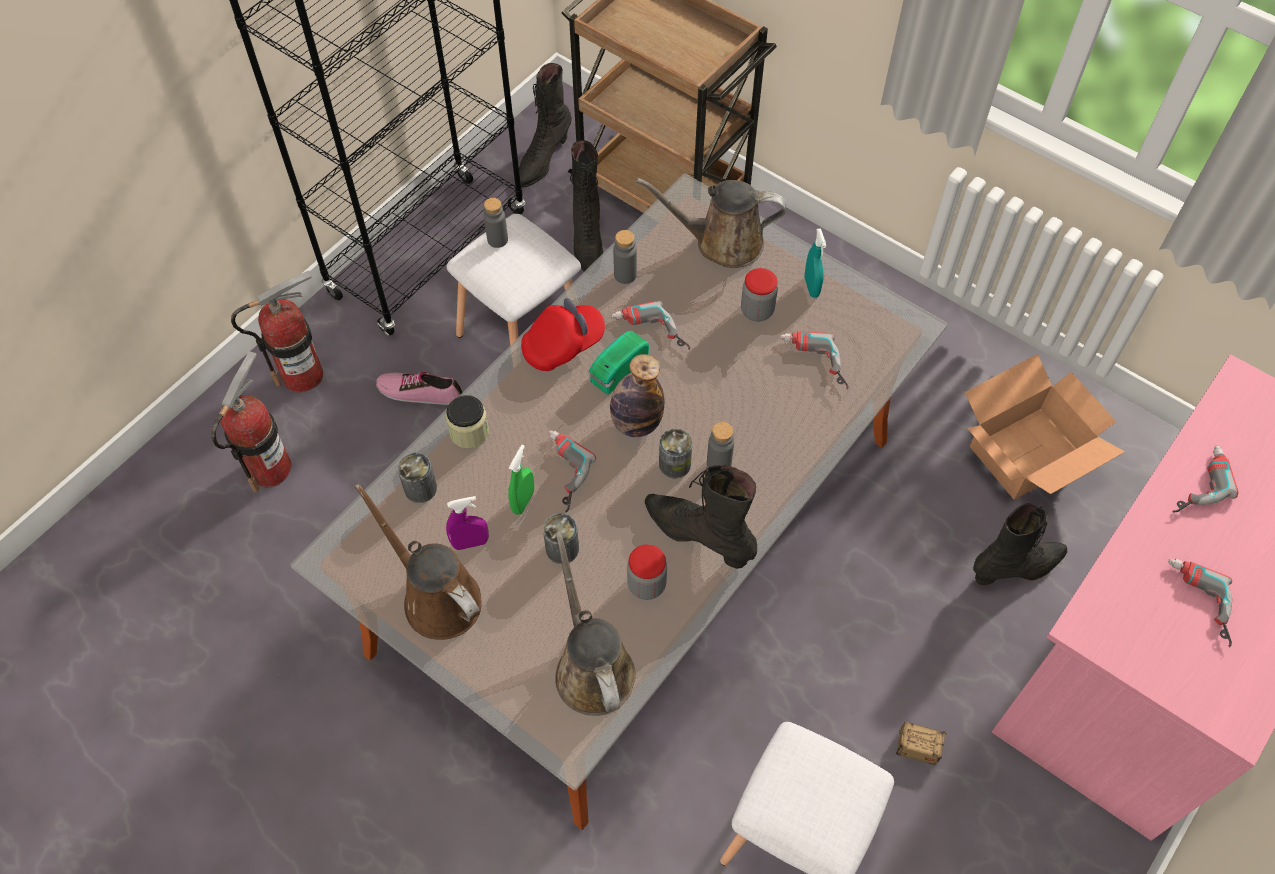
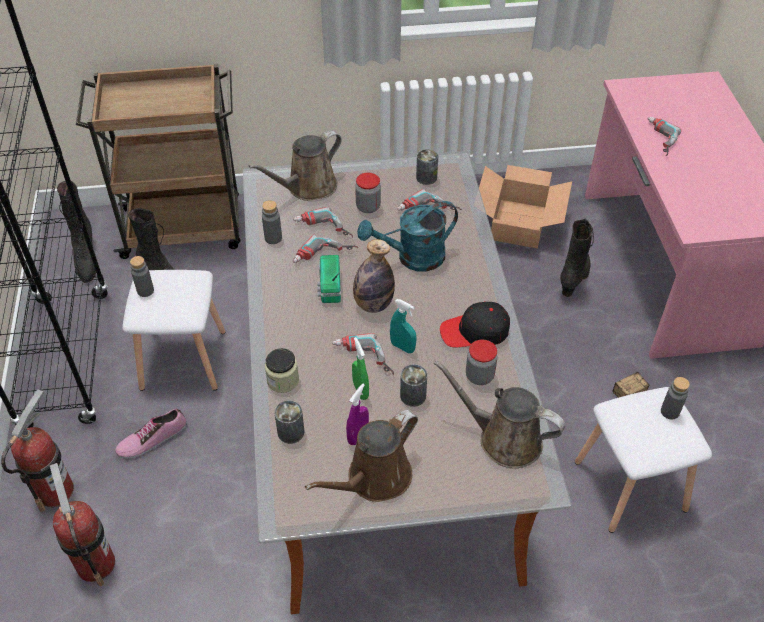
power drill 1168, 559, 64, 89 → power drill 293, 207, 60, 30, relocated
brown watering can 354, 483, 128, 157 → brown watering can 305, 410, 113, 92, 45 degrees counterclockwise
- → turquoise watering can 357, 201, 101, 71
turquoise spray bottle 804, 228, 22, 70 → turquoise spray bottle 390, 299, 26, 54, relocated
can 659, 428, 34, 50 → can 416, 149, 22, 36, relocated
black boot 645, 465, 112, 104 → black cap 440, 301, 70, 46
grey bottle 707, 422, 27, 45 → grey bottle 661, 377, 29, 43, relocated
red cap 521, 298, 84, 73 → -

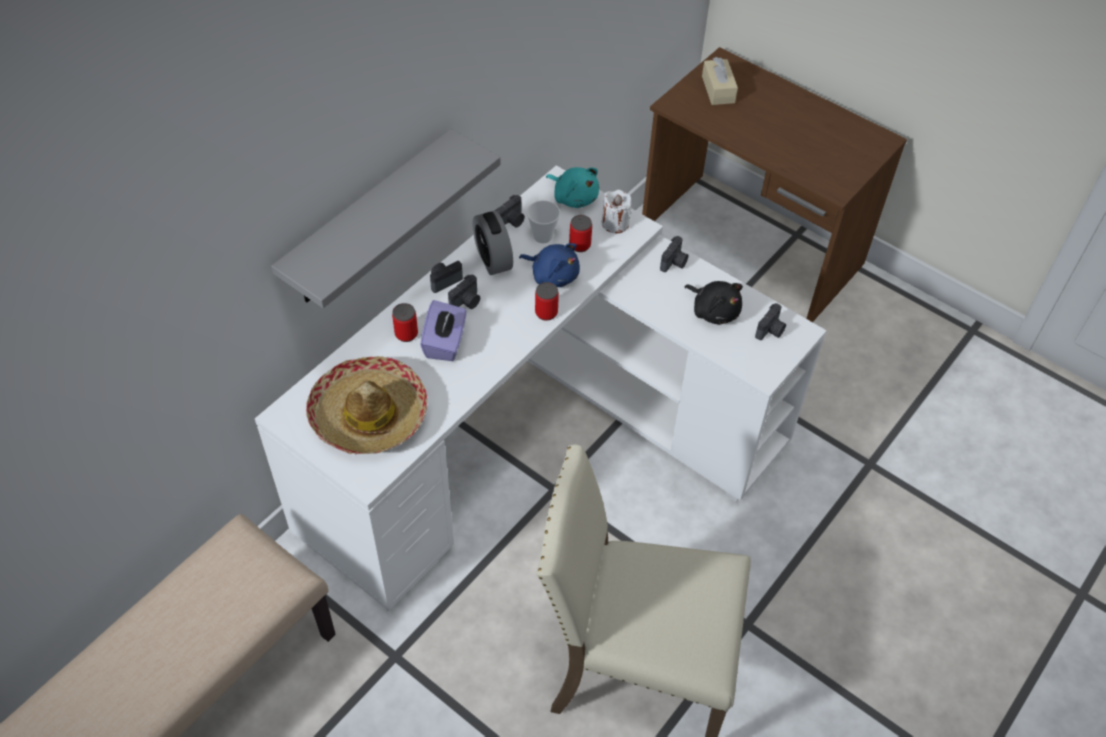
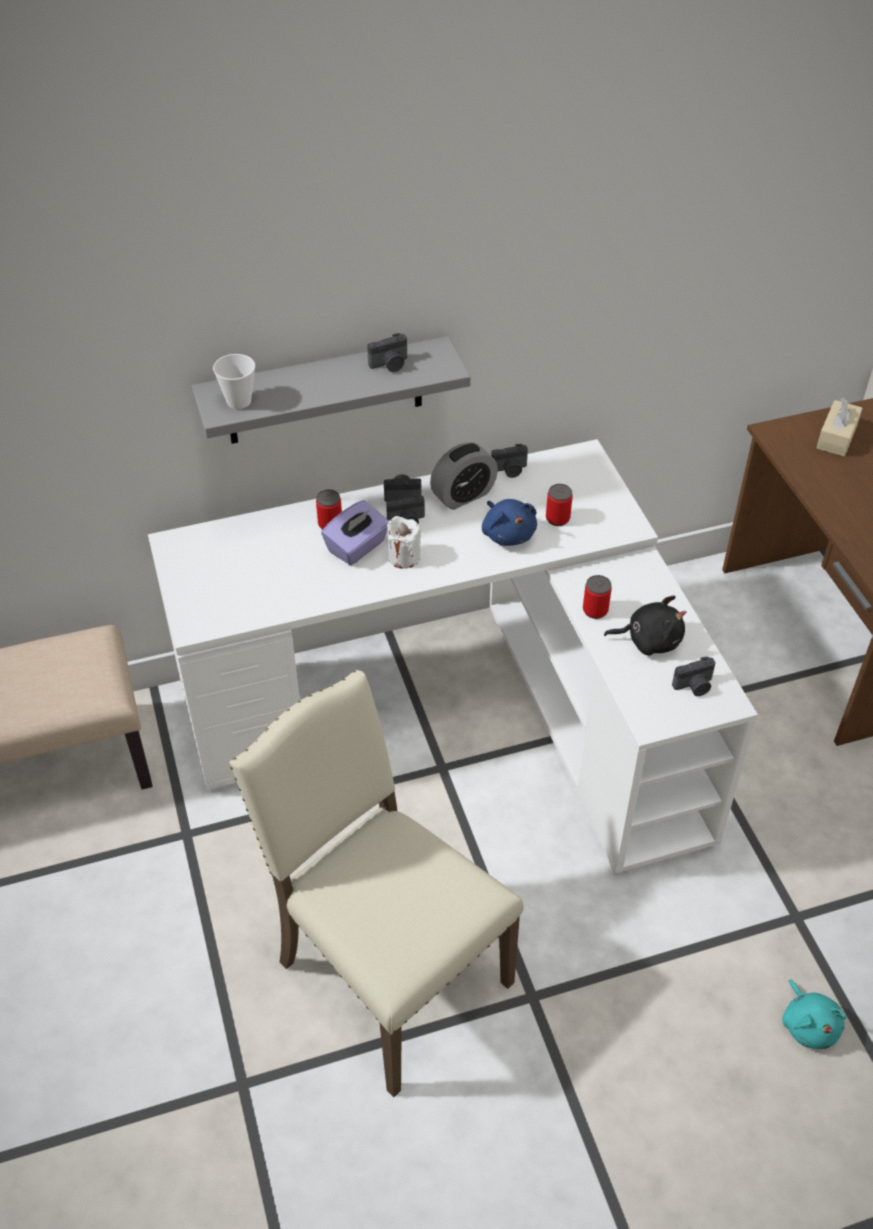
cup 527, 200, 33, 43 → cup 213, 354, 43, 55, relocated
photo camera 660, 236, 29, 36 → photo camera 367, 333, 40, 39, relocated
white candle 602, 190, 30, 43 → white candle 387, 516, 34, 53, relocated
alarm clock 472, 211, 41, 64 → alarm clock 430, 442, 68, 68, 135 degrees counterclockwise
can 535, 282, 24, 39 → can 583, 575, 29, 44, relocated
black plush toy 685, 281, 58, 44 → black plush toy 604, 595, 82, 61, 75 degrees counterclockwise
turquoise plush toy 546, 167, 53, 41 → turquoise plush toy 782, 979, 65, 70, relocated
hat 306, 356, 122, 98 → -

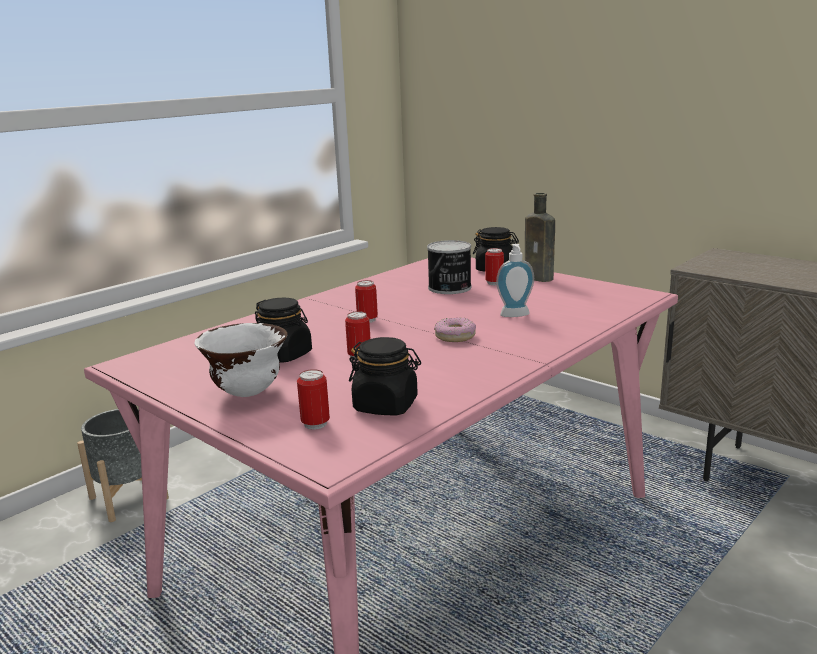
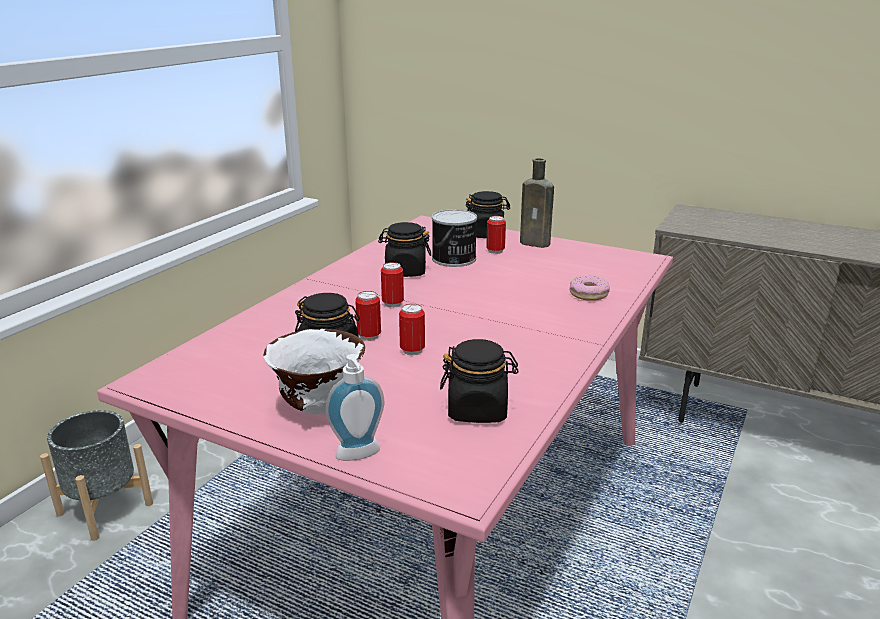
soap dispenser 496, 244, 38, 73 → soap dispenser 325, 354, 59, 107, relocated
can 297, 369, 33, 61 → can 355, 291, 26, 50, relocated
- → black jar 378, 222, 53, 55
donut 434, 317, 42, 25 → donut 569, 276, 41, 25, relocated

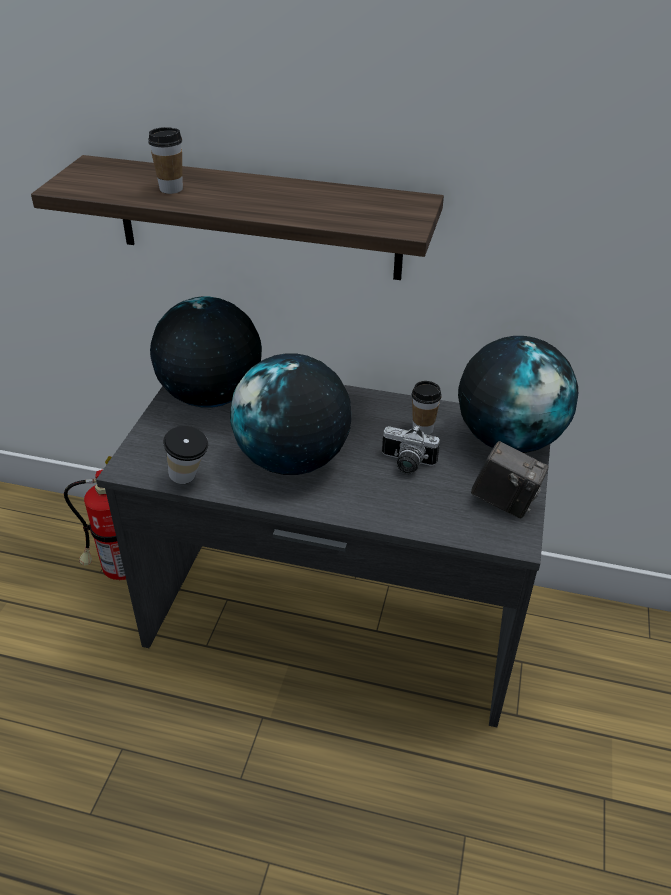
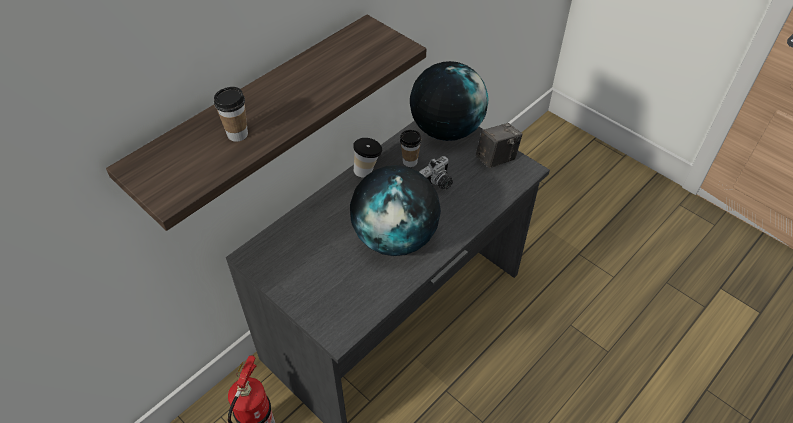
cup 163, 426, 45, 58 → cup 353, 138, 29, 40, relocated
globe 150, 297, 112, 111 → -

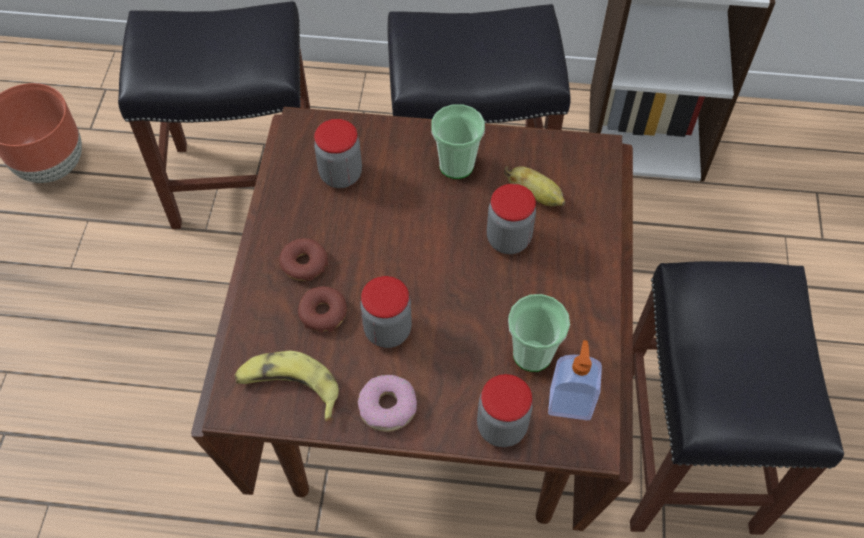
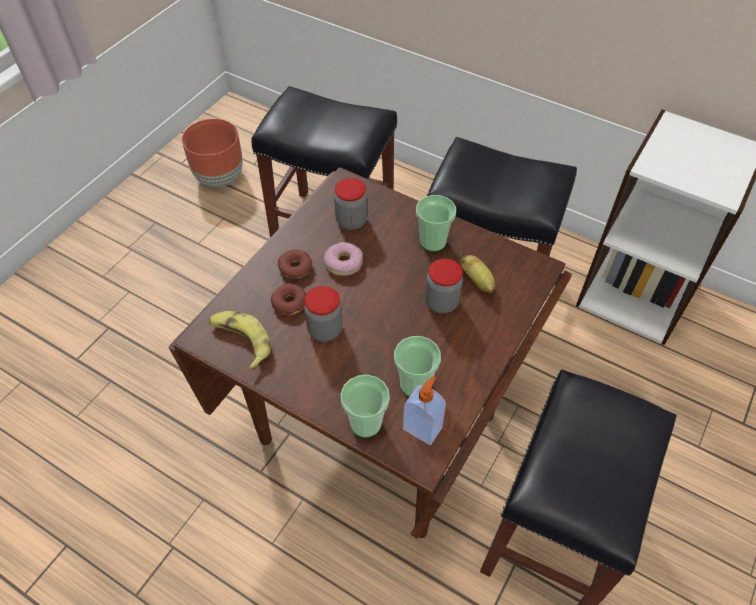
donut 358, 375, 59, 57 → donut 324, 242, 39, 34, relocated
jar 477, 374, 56, 73 → cup 341, 375, 49, 63

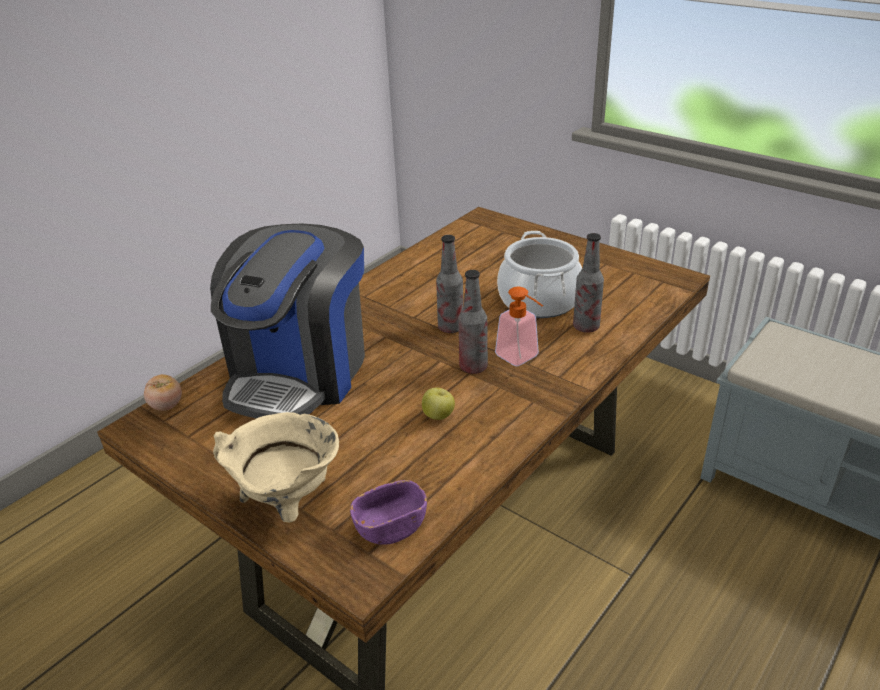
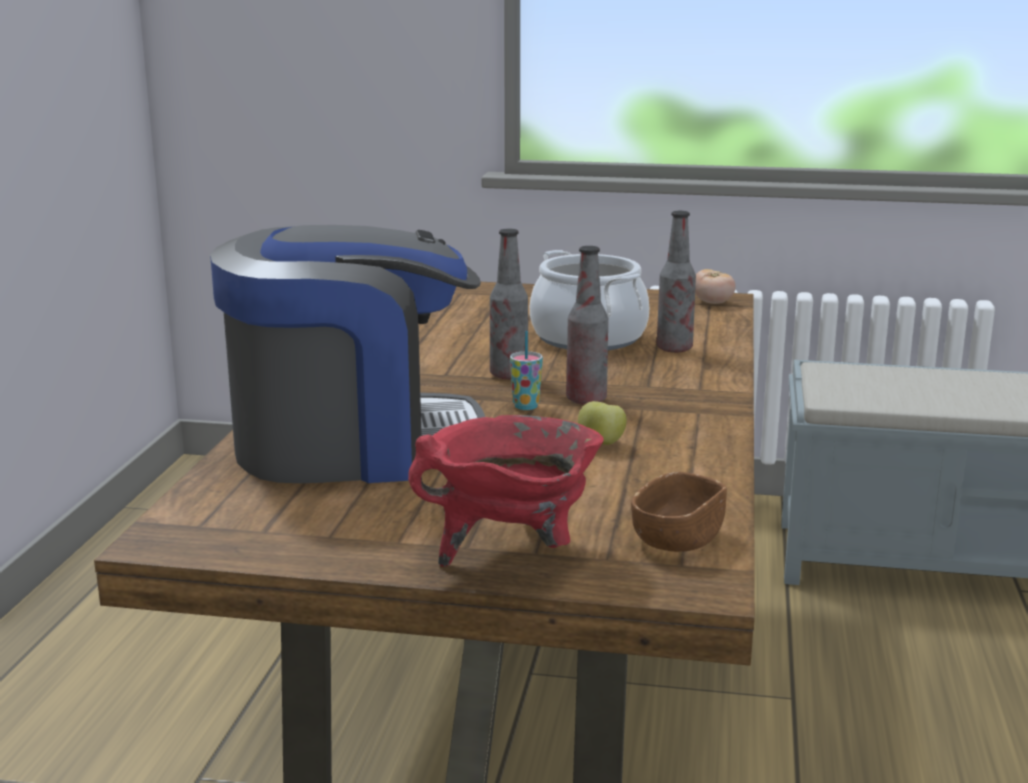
coffee machine 210, 223, 155, 196 → coffee machine 210, 225, 275, 258, 90 degrees counterclockwise
beige cooking pot 213, 412, 126, 111 → red cooking pot 408, 415, 196, 152
- → cup 510, 331, 33, 79
purple bowl 350, 480, 77, 65 → brown bowl 631, 472, 96, 80
tomato 144, 374, 38, 37 → tomato 695, 269, 41, 35, relocated
soap dispenser 495, 286, 48, 80 → -

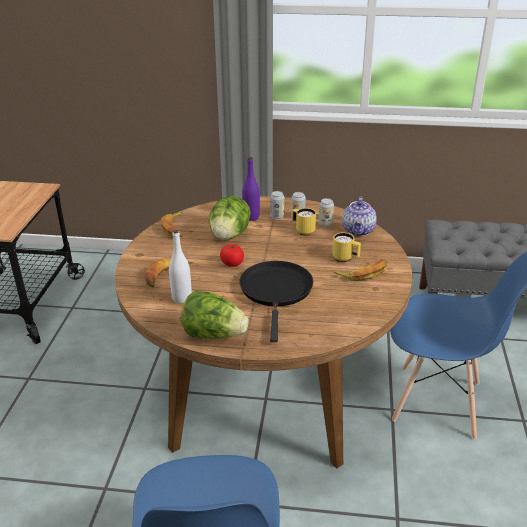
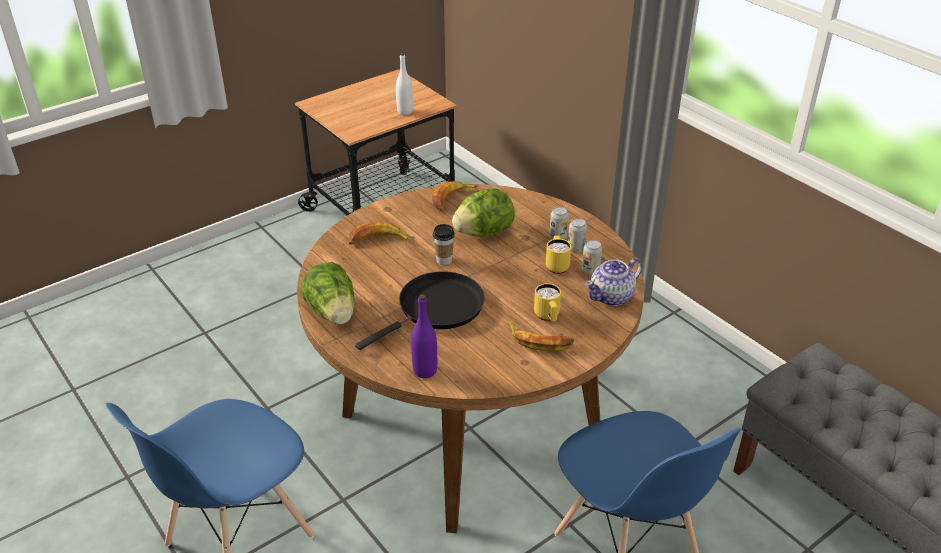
white bottle 169, 229, 23, 75 → white bottle 396, 53, 17, 62, relocated
purple bottle 242, 157, 18, 64 → purple bottle 411, 294, 26, 84, relocated
tomato 220, 244, 24, 23 → cup 433, 224, 22, 41

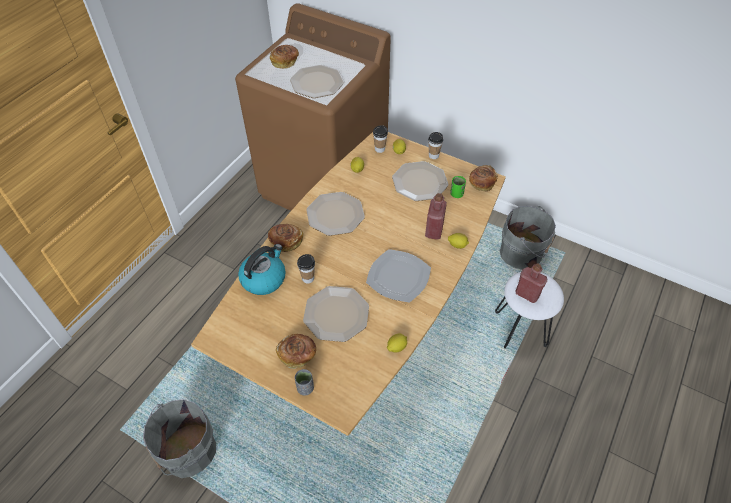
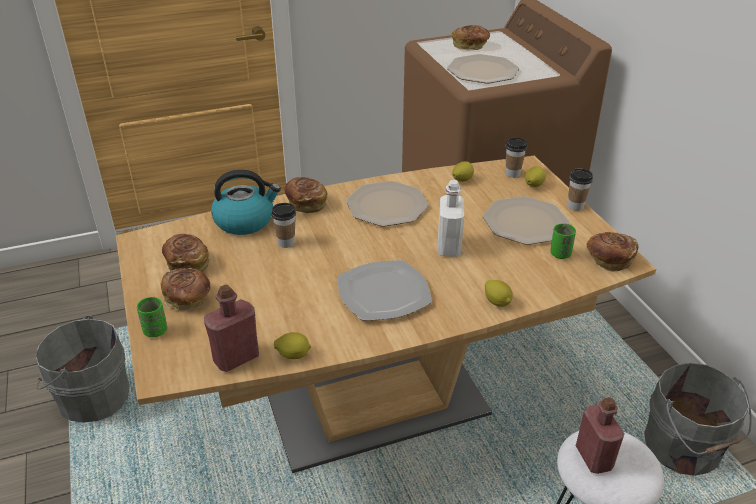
grey cup 295, 369, 19, 27 → green cup 137, 297, 30, 40
- → bread 162, 234, 47, 38
red bottle 425, 193, 22, 47 → red bottle 204, 285, 55, 87, relocated
- → white bottle 438, 180, 26, 77
plate 303, 286, 66, 56 → -

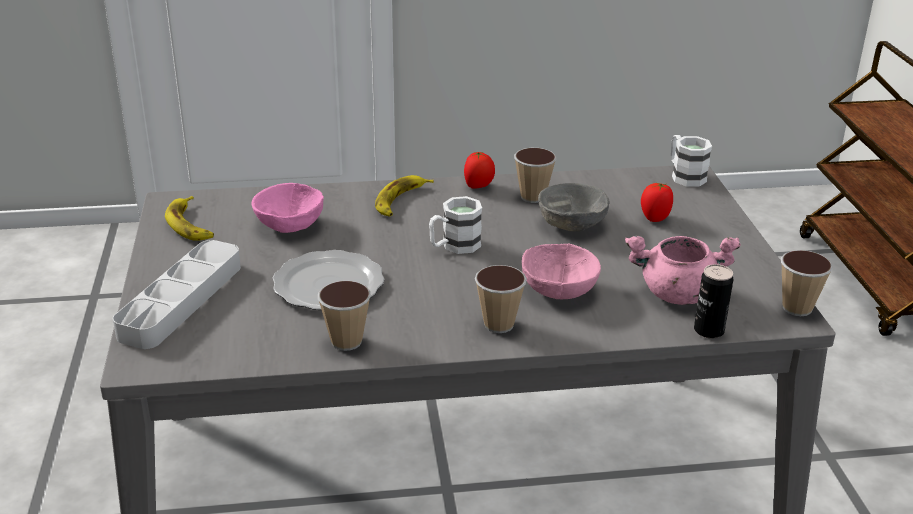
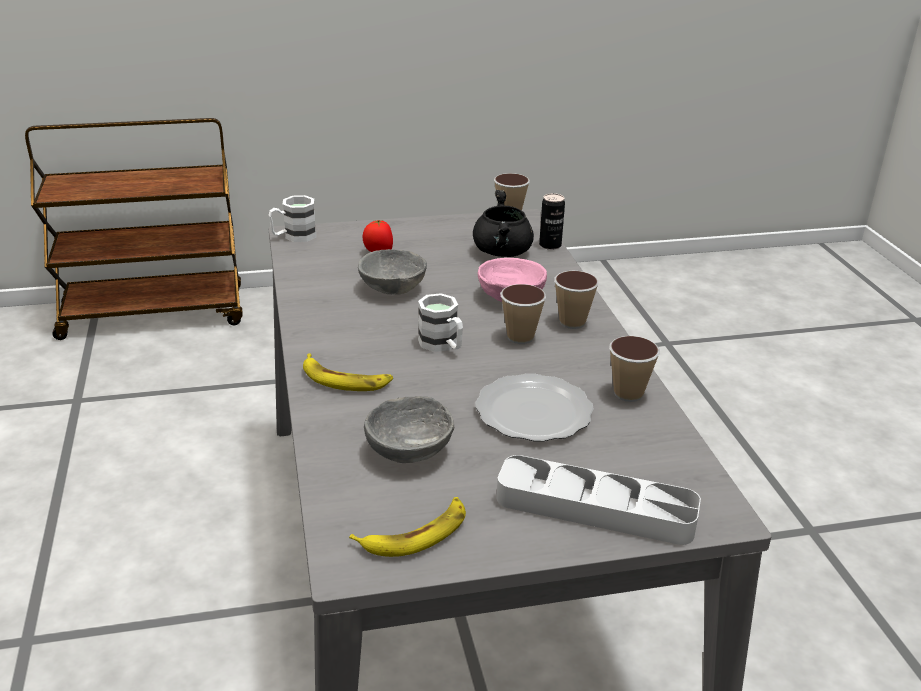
pink bowl 252, 183, 72, 50 → grey bowl 364, 396, 90, 67
pink cooking pot 625, 236, 116, 69 → black cooking pot 473, 190, 61, 67
cup 514, 148, 42, 55 → cup 500, 284, 46, 60, relocated
tomato 464, 152, 31, 37 → -

